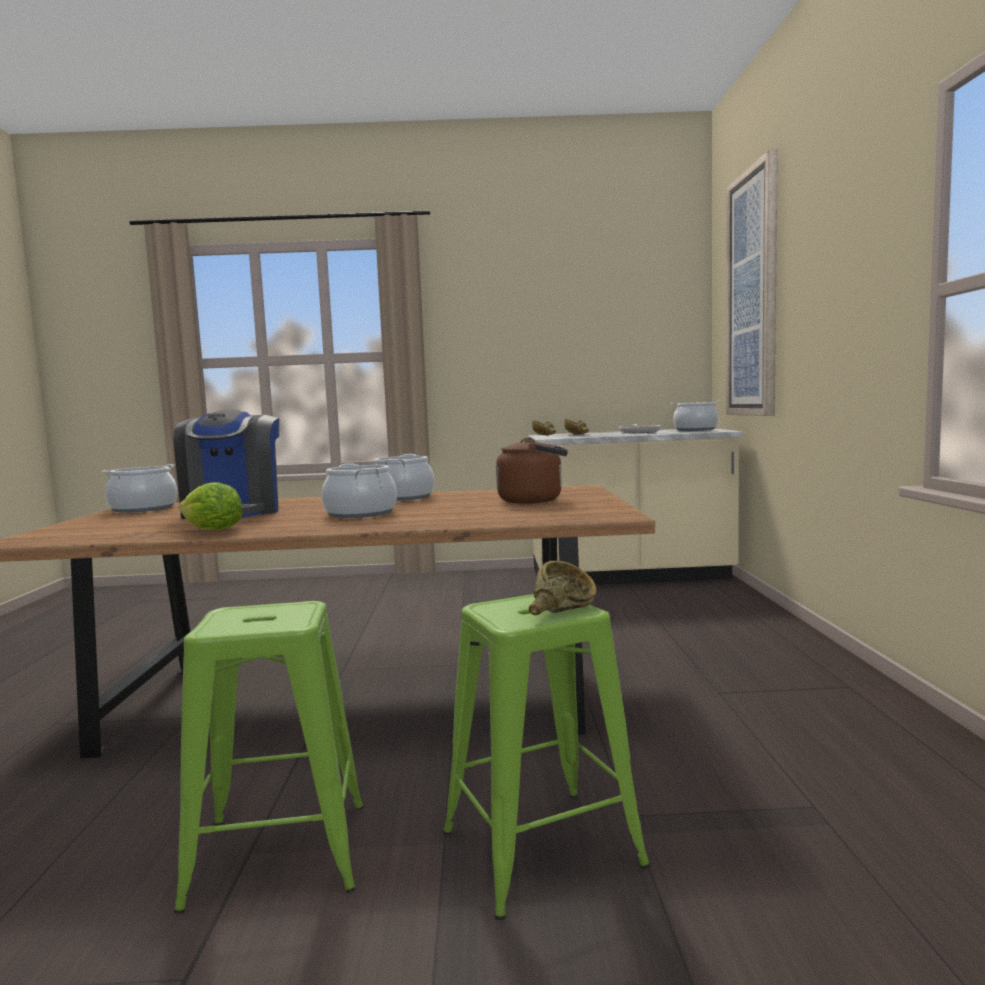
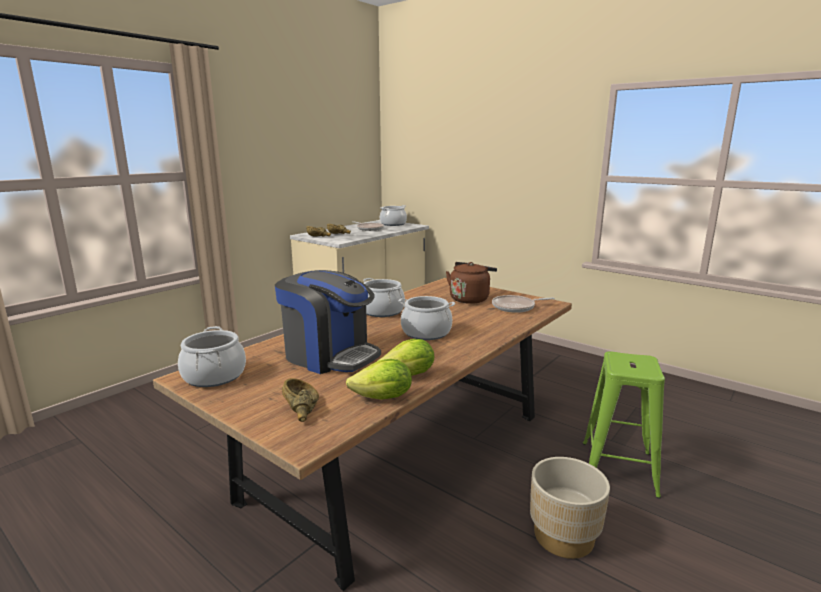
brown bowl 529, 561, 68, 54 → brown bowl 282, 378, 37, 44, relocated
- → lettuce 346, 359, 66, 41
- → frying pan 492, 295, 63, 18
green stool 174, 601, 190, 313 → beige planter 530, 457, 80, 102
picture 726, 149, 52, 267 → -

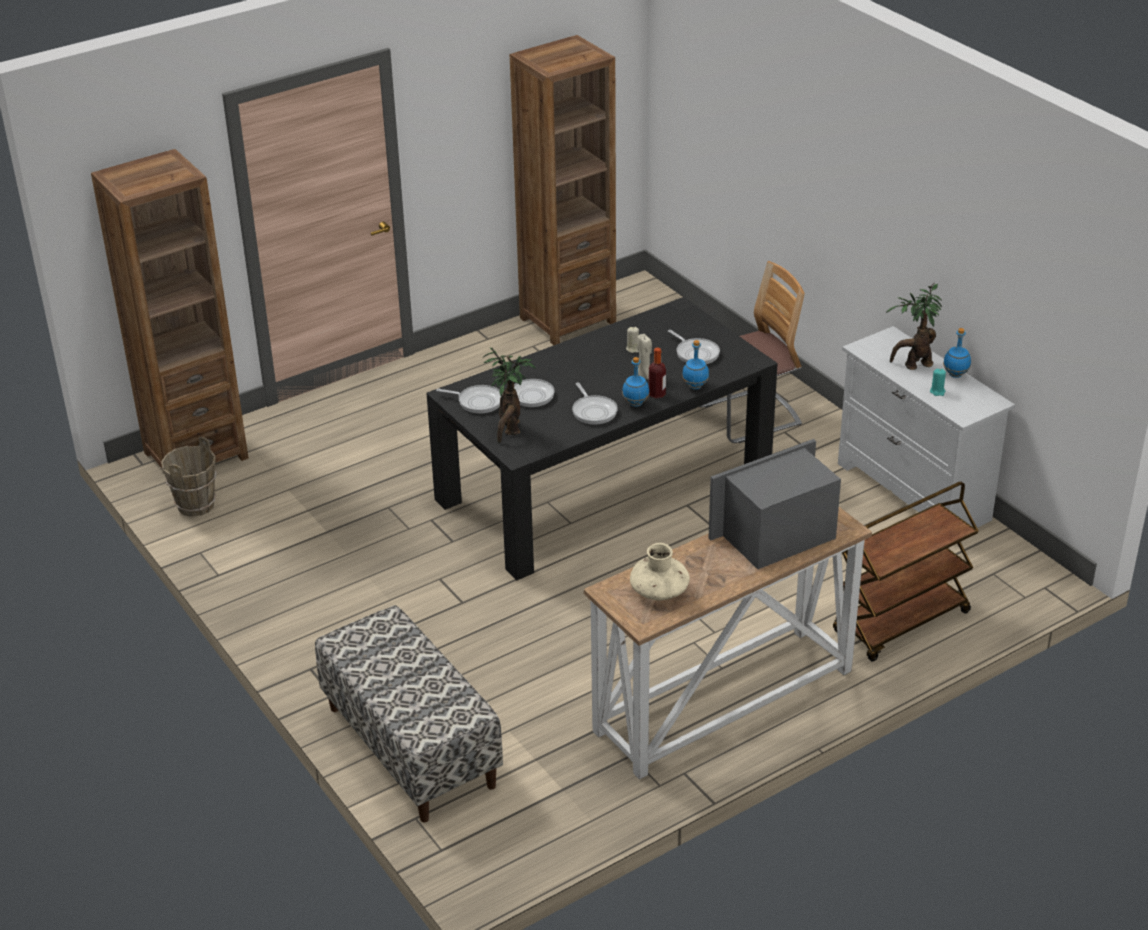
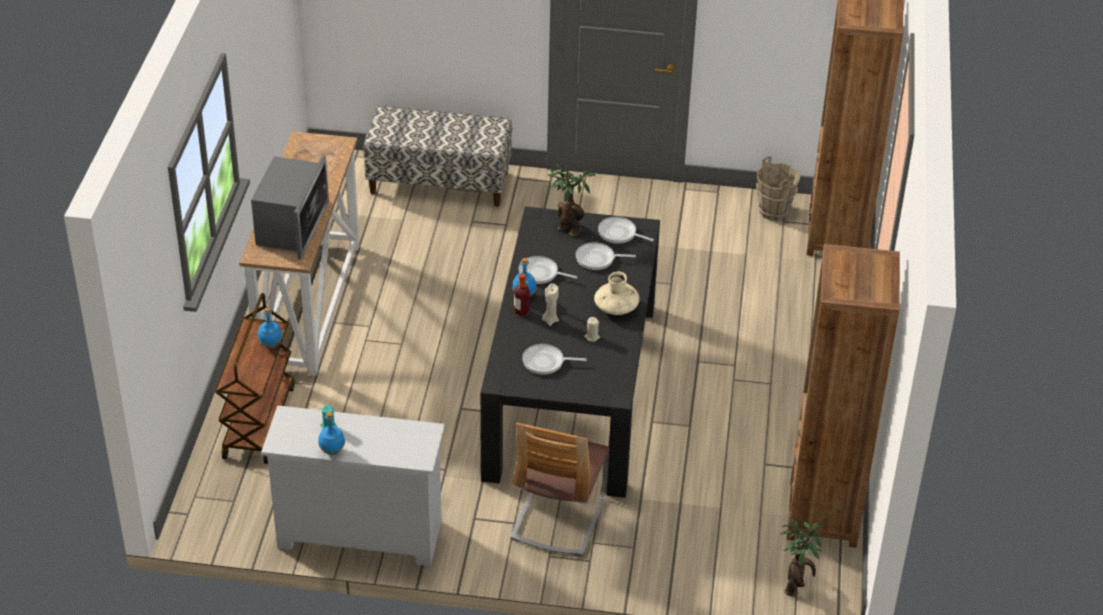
blue bottle 682, 340, 27, 49 → blue bottle 258, 307, 24, 42, relocated
beige vase 630, 543, 60, 58 → beige vase 594, 272, 45, 43, relocated
frying pan 436, 385, 66, 29 → frying pan 598, 217, 56, 27, 60 degrees clockwise
potted plant 886, 283, 56, 87 → potted plant 781, 519, 41, 78, relocated

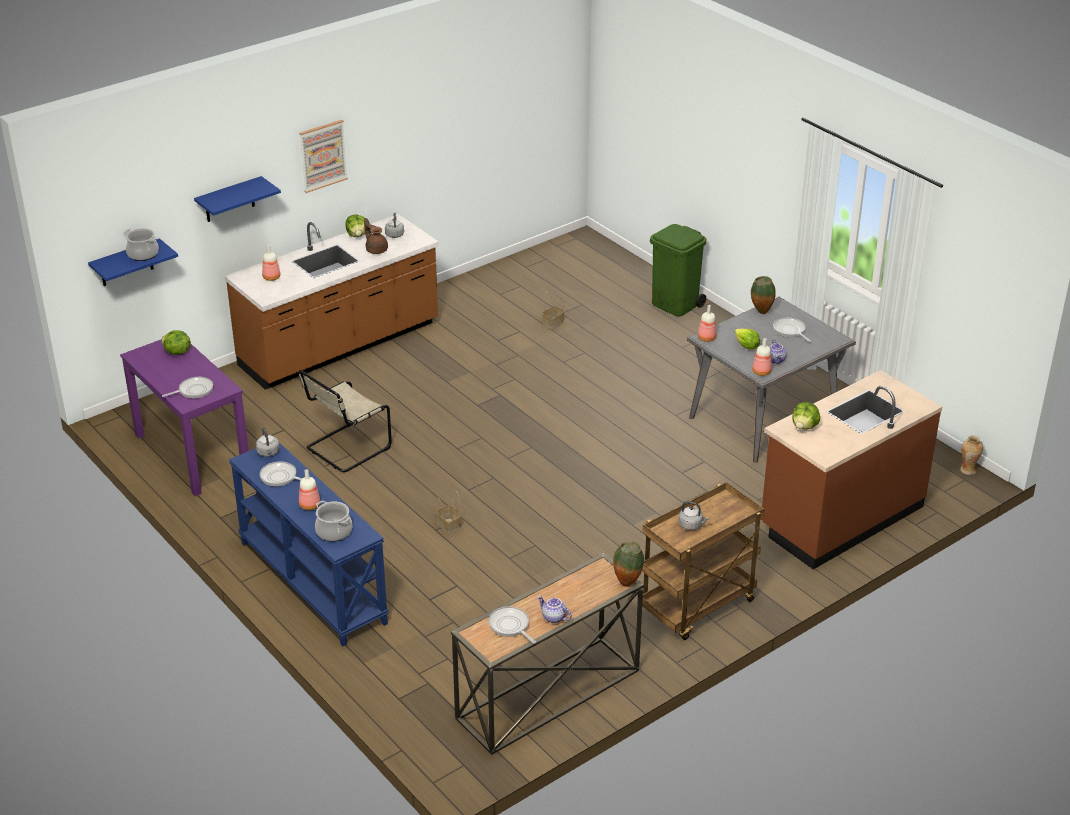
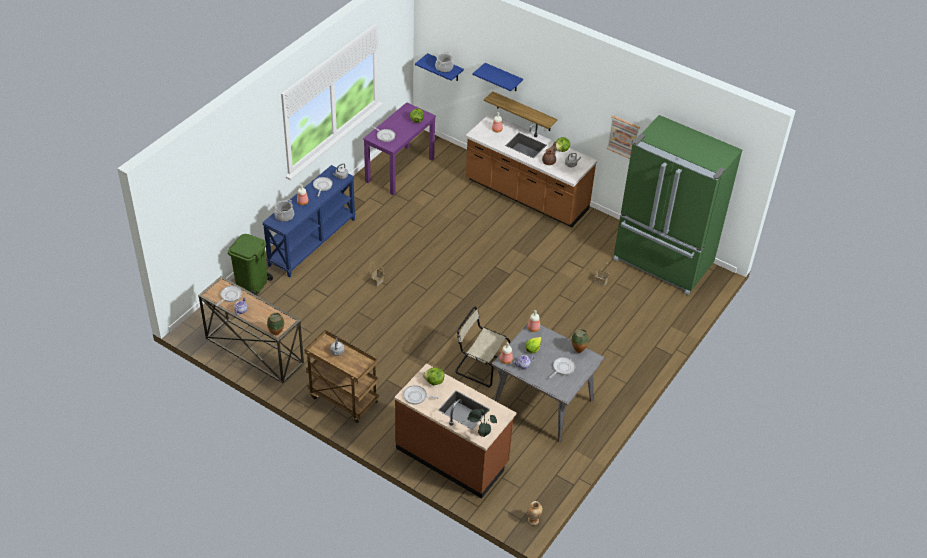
green trash can 650, 224, 56, 92 → green trash can 228, 234, 45, 62, relocated
- → frying pan 403, 385, 36, 20
beige chair 299, 370, 93, 102 → beige chair 455, 307, 55, 81, relocated
- → potted plant 467, 409, 30, 28
- → shelf 484, 91, 73, 40
picture 299, 120, 49, 73 → picture 606, 115, 34, 44, relocated
- → green fridge 613, 115, 129, 180

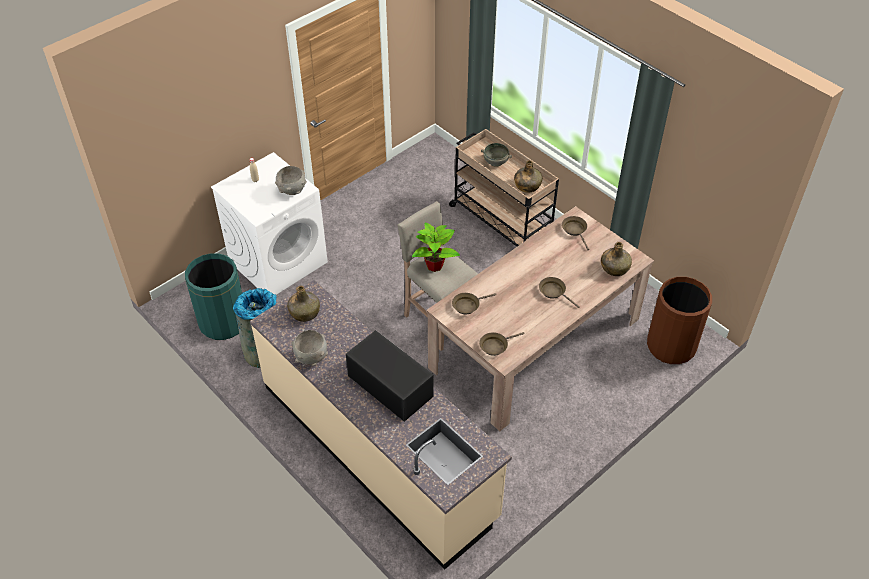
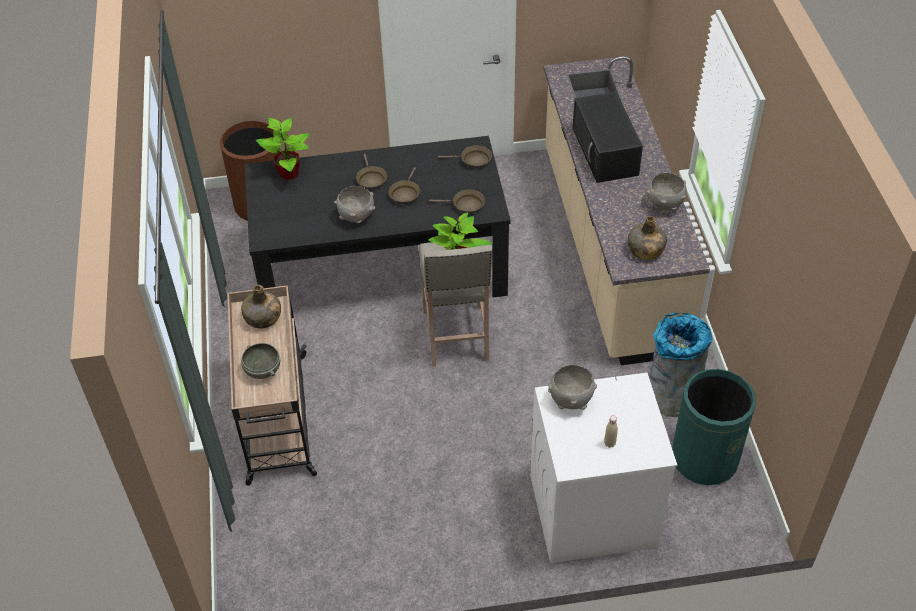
beige dining table 426, 206, 228, 225 → black dining table 245, 136, 266, 162
green bottle 601, 242, 31, 34 → potted plant 256, 118, 54, 62
- → grey bowl 334, 186, 41, 37
brown frying pan 562, 216, 27, 34 → brown frying pan 388, 167, 32, 37, relocated

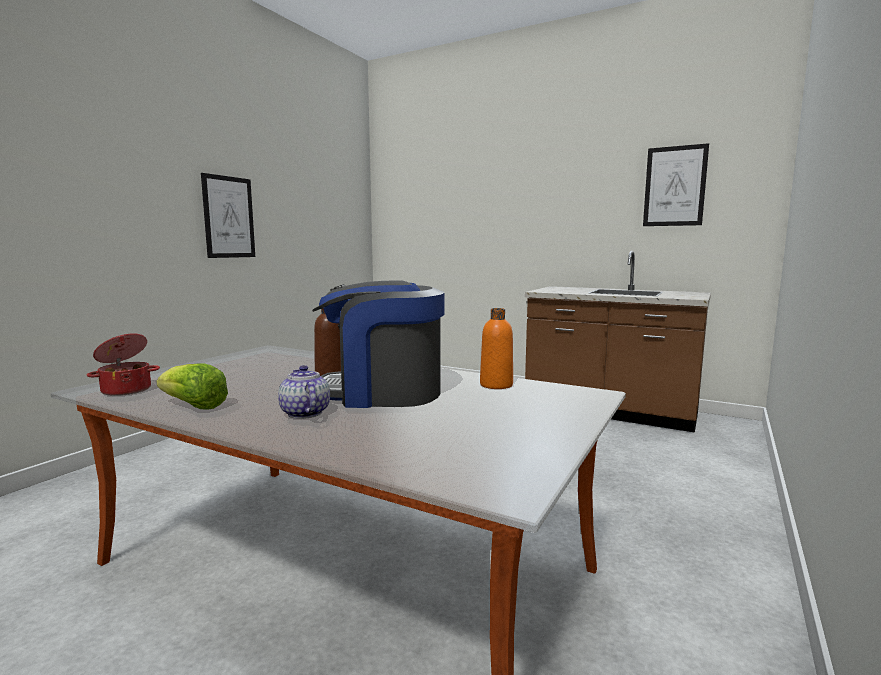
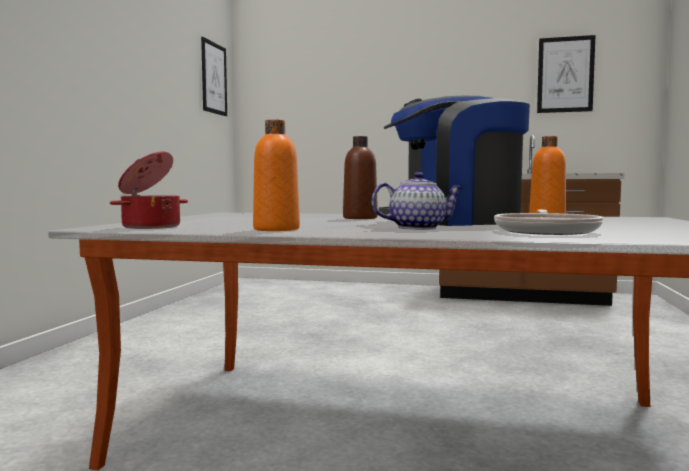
picture 201, 173, 54, 85 → picture 201, 37, 26, 79, relocated
lettuce 157, 363, 71, 47 → orange bottle 253, 119, 47, 112
teapot 278, 365, 52, 54 → teapot 372, 172, 92, 58, 120 degrees clockwise
- → frying pan 494, 210, 109, 25

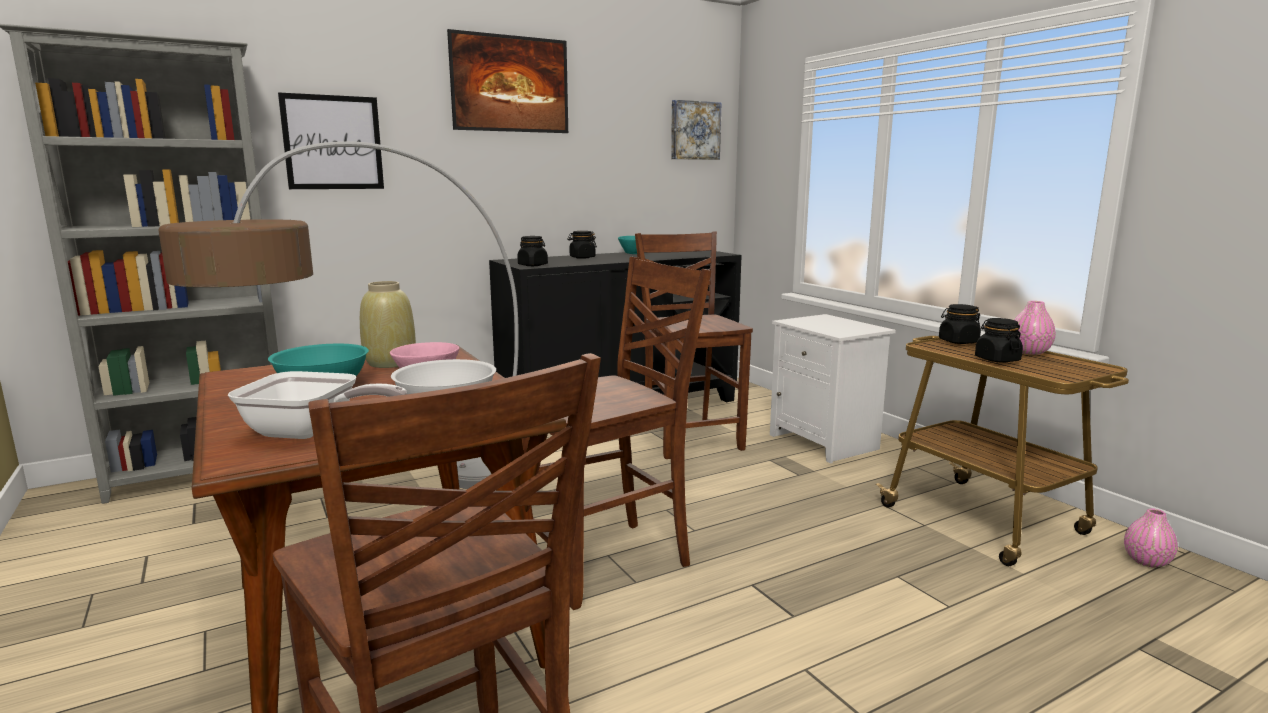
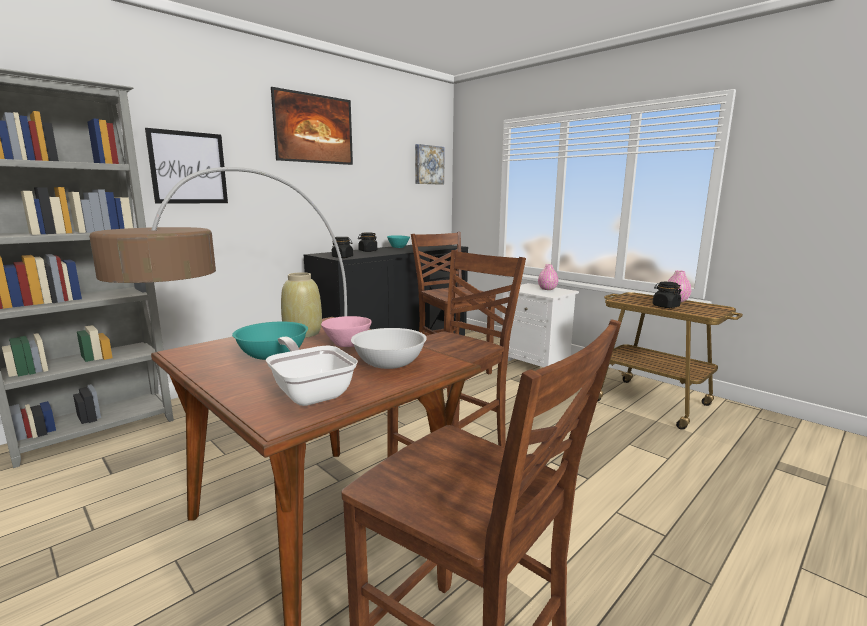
frying pan 228, 371, 179, 68 → frying pan 266, 337, 92, 69, 120 degrees counterclockwise
pink vase 1124, 508, 54, 59 → pink vase 538, 264, 20, 26, relocated
black jar 939, 304, 42, 40 → -

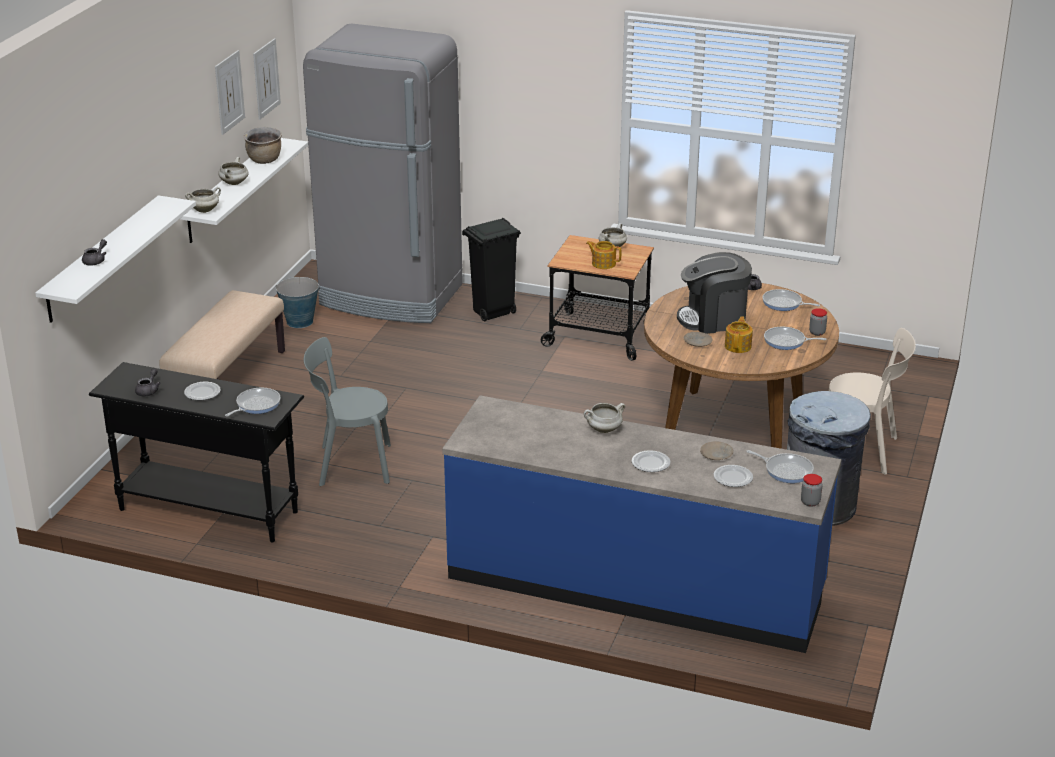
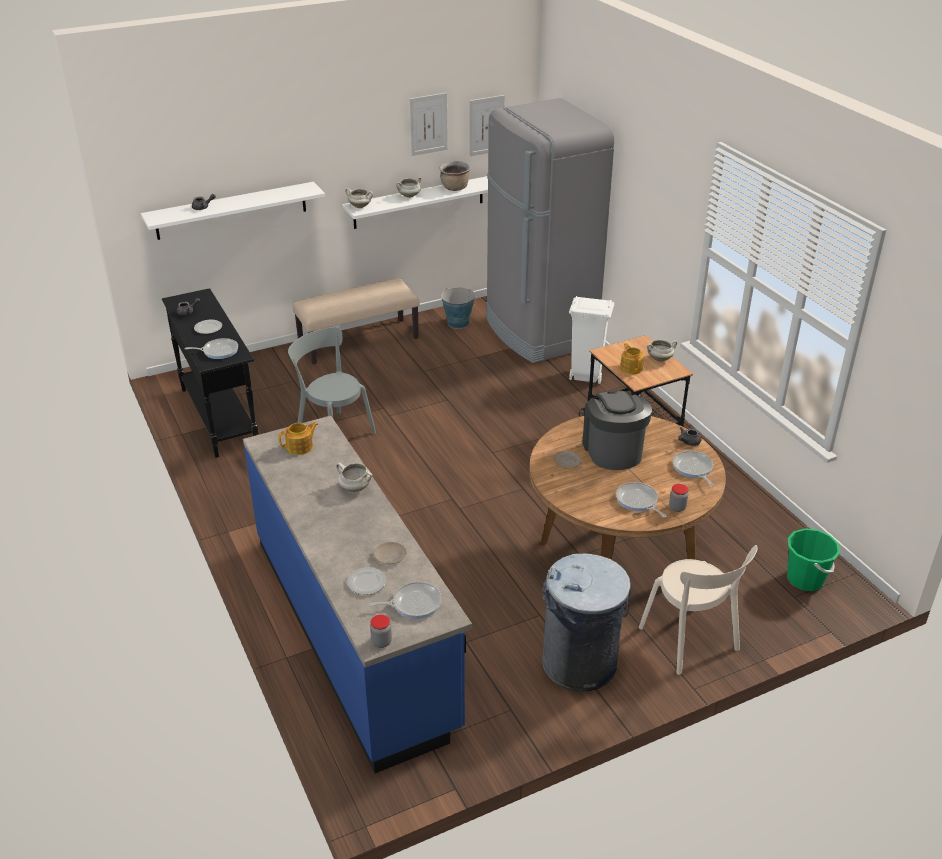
teapot 725, 316, 28, 37 → teapot 278, 422, 40, 33, relocated
frying pan 746, 450, 68, 33 → frying pan 368, 582, 74, 37, 90 degrees counterclockwise
black trash can 462, 218, 59, 104 → white trash can 569, 296, 45, 88
coffee machine 677, 252, 75, 82 → coffee machine 582, 391, 70, 79, 45 degrees clockwise
- → green bucket 787, 528, 53, 63
plate 632, 450, 39, 22 → -

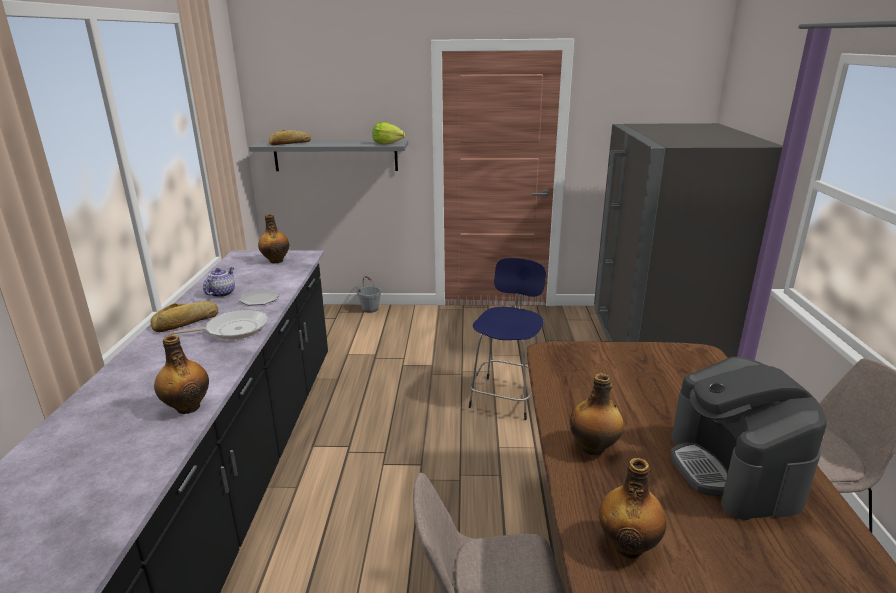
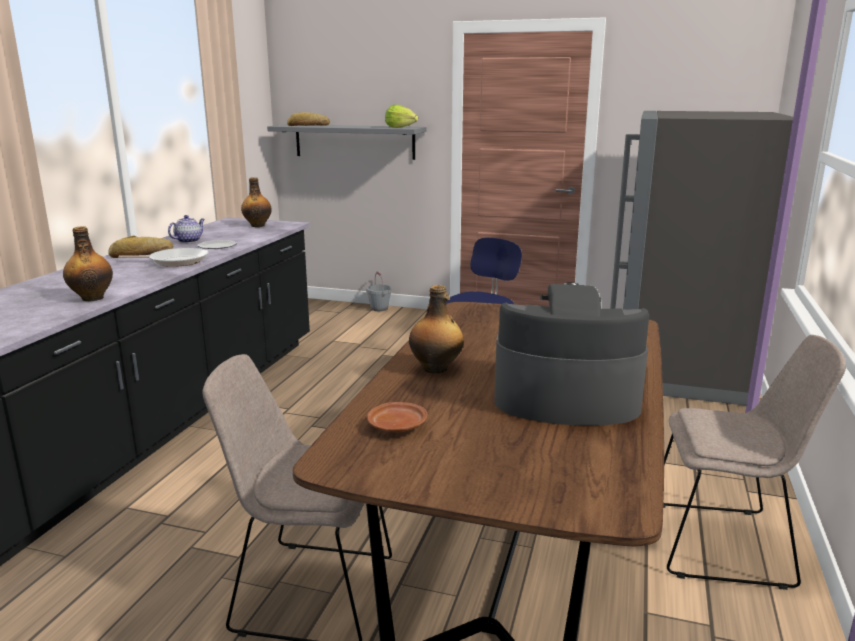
bottle 599, 458, 67, 100 → brown plate 367, 402, 61, 30
coffee machine 670, 357, 157, 163 → coffee machine 494, 282, 155, 144, 90 degrees clockwise

